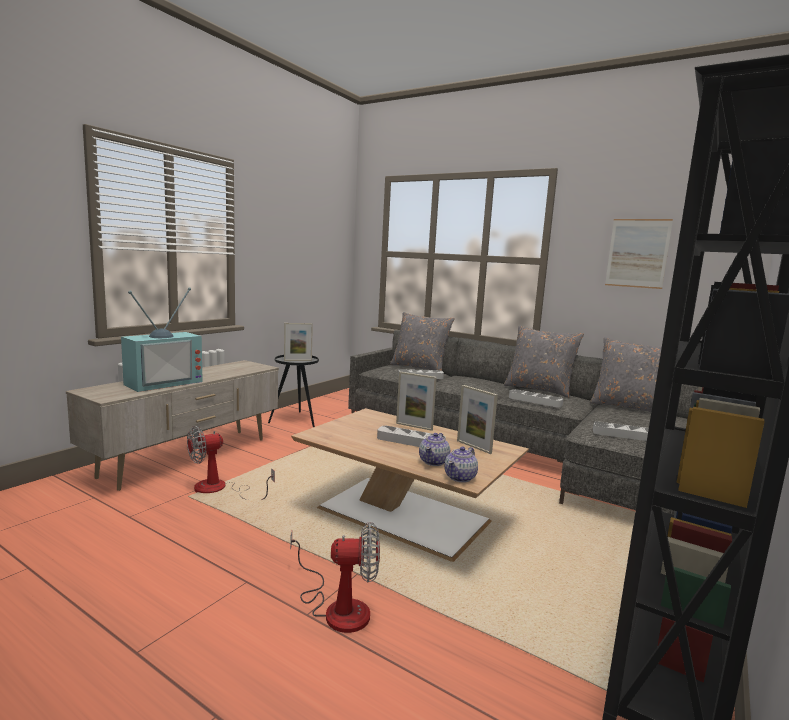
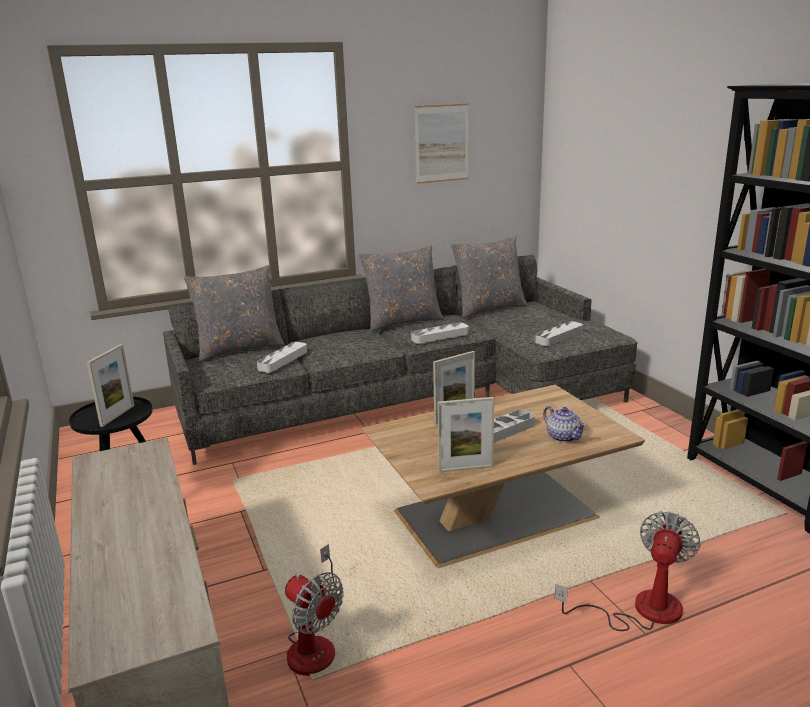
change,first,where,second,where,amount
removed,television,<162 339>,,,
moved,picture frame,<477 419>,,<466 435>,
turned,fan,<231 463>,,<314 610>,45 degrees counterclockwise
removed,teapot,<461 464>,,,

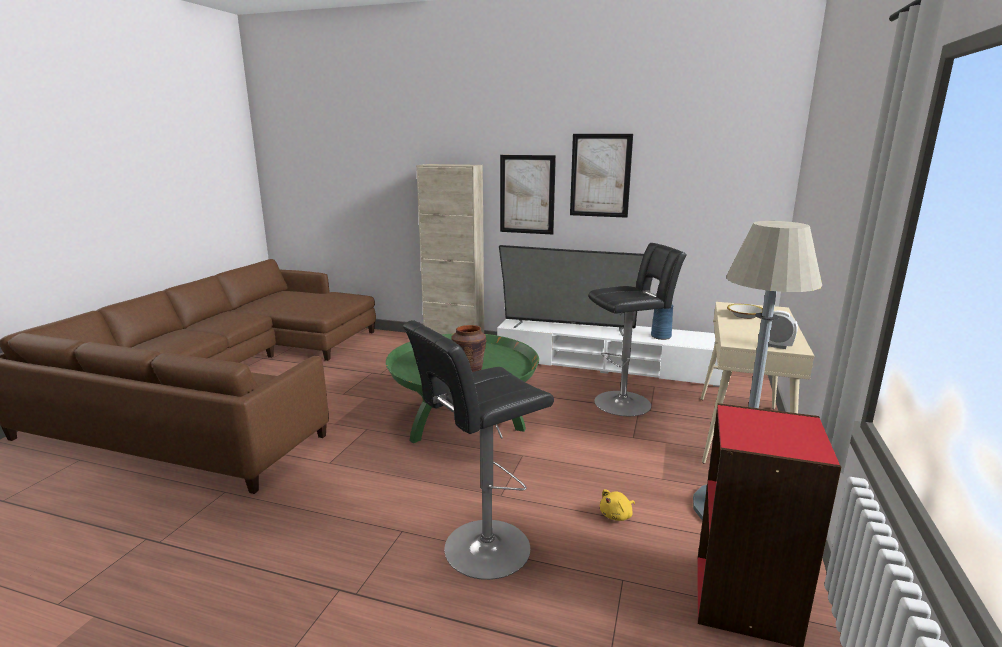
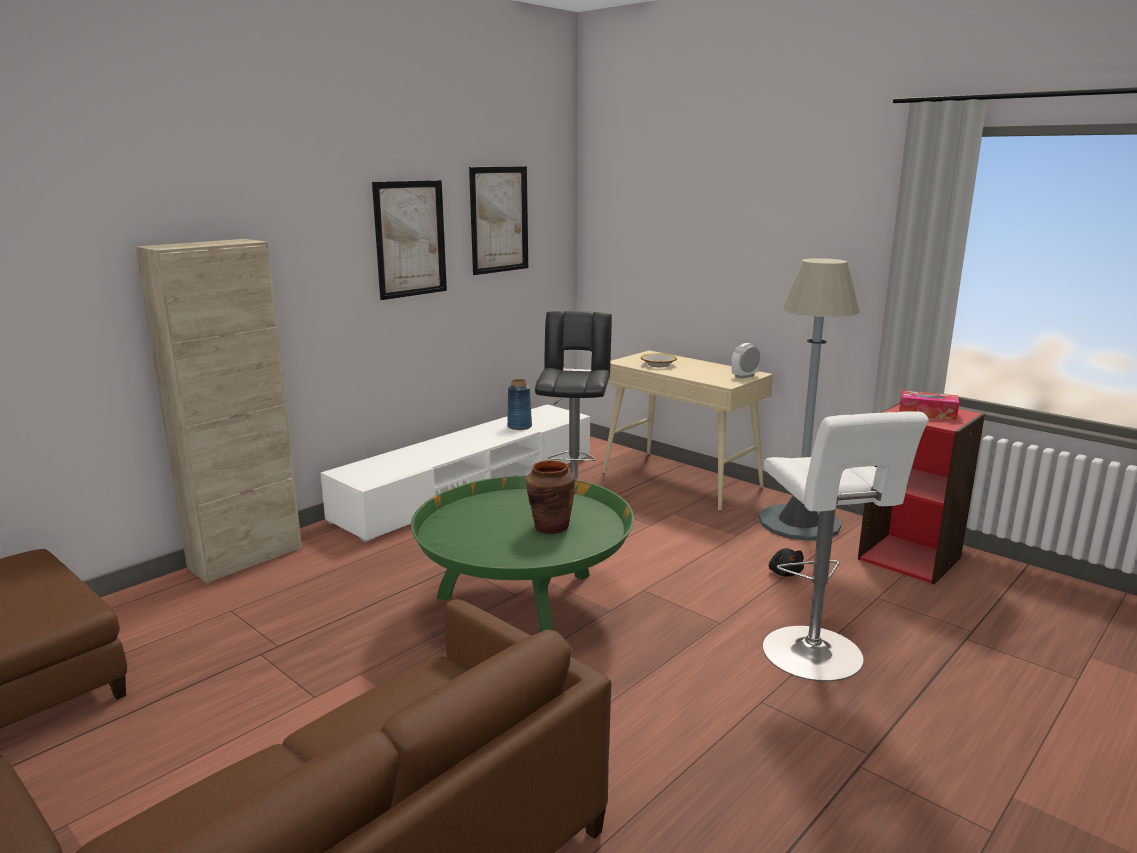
change,first,where,second,where,amount
moved,picture,<528 194>,,<498 220>,
removed,television,<571 290>,,,
recoloured,stool (black),<478 450>,stool (white),<846 546>,
recoloured,plush toy (yellow),<617 505>,plush toy (black),<786 562>,
added,,,tissue box,<929 405>,

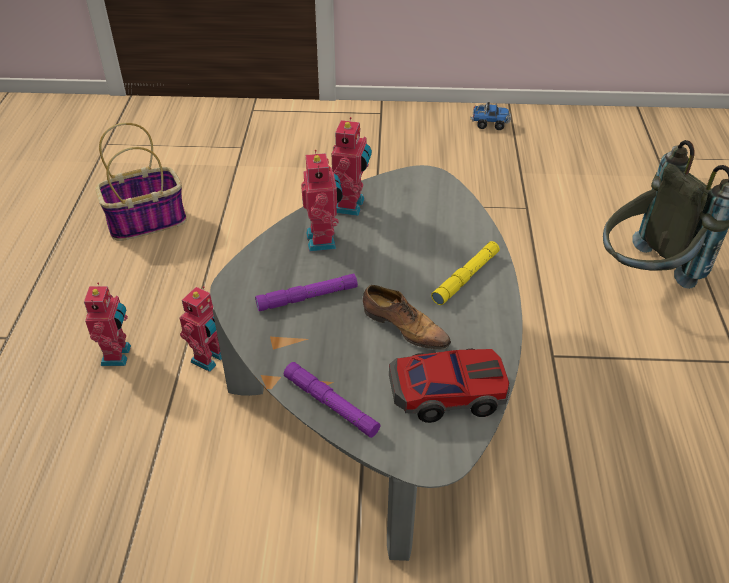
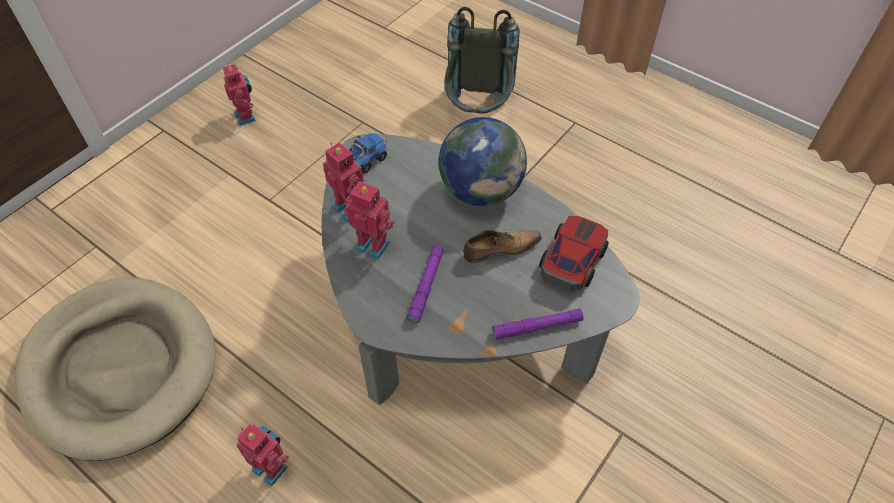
change,first,where,second,where,amount
moved,toy truck,<491 116>,,<367 153>,
replaced,basket,<141 182>,dog bed (beige),<115 369>,
replaced,flashlight (yellow),<465 273>,globe,<483 161>,
moved,toy robot,<201 329>,,<239 94>,

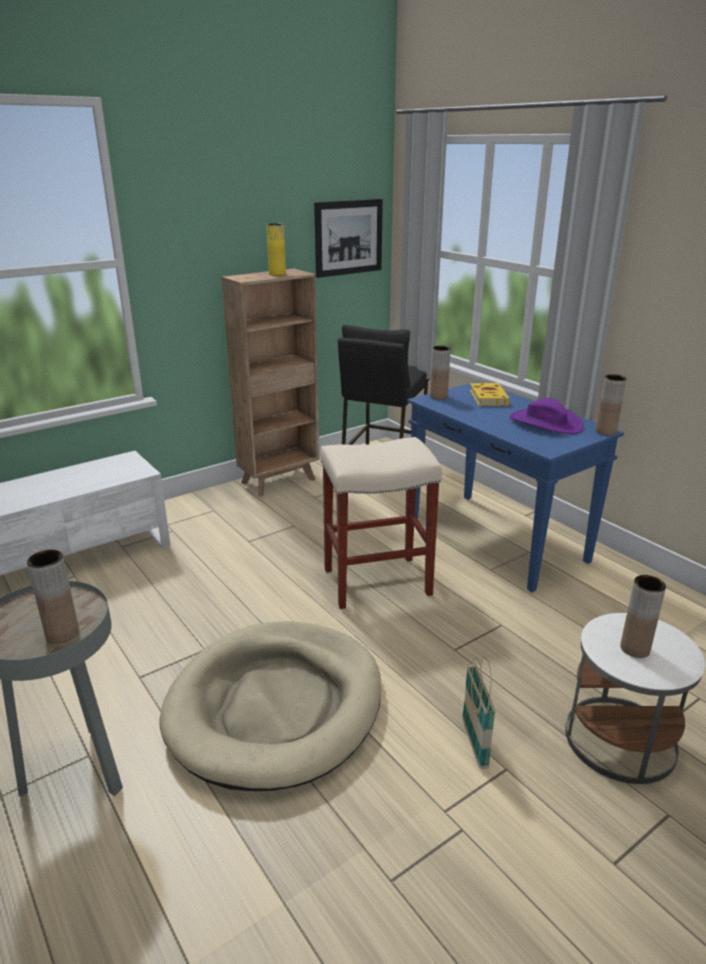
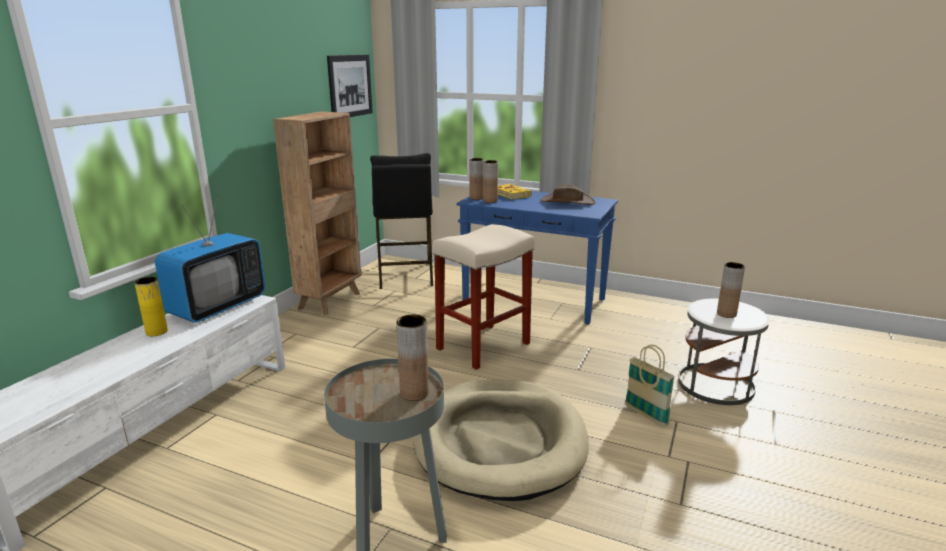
change,first,where,second,where,amount
moved,vase (yellow),<276 249>,,<151 306>,
moved,vase (brown),<611 404>,,<490 181>,
recoloured,hat (purple),<547 416>,hat (brown),<568 194>,
added,,,television,<210 259>,

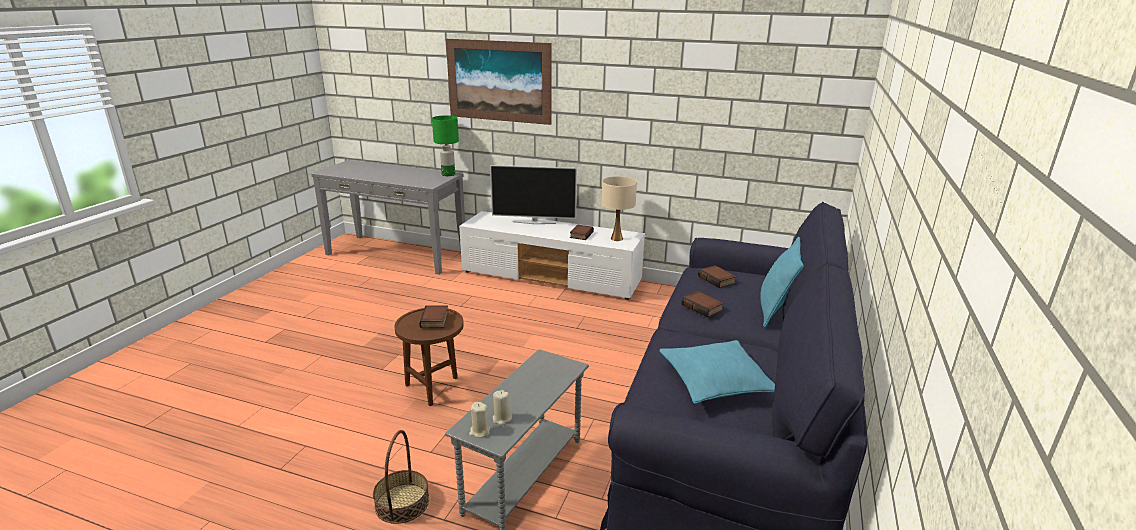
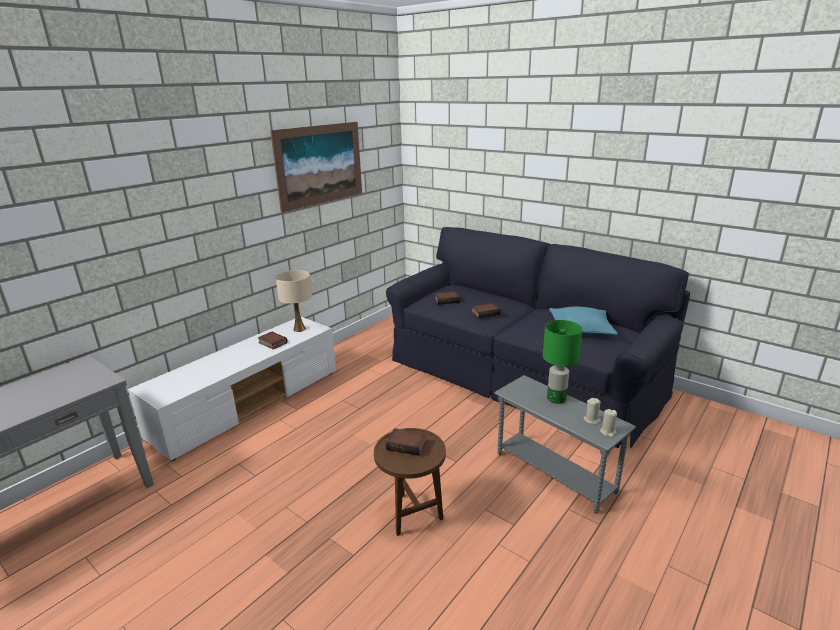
change,first,where,second,where,amount
moved,picture,<498 82>,,<316 167>,
moved,table lamp (green),<445 145>,,<562 362>,
removed,television,<533 194>,,,
removed,pillow (turquoise),<782 282>,,,
removed,basket,<401 477>,,,

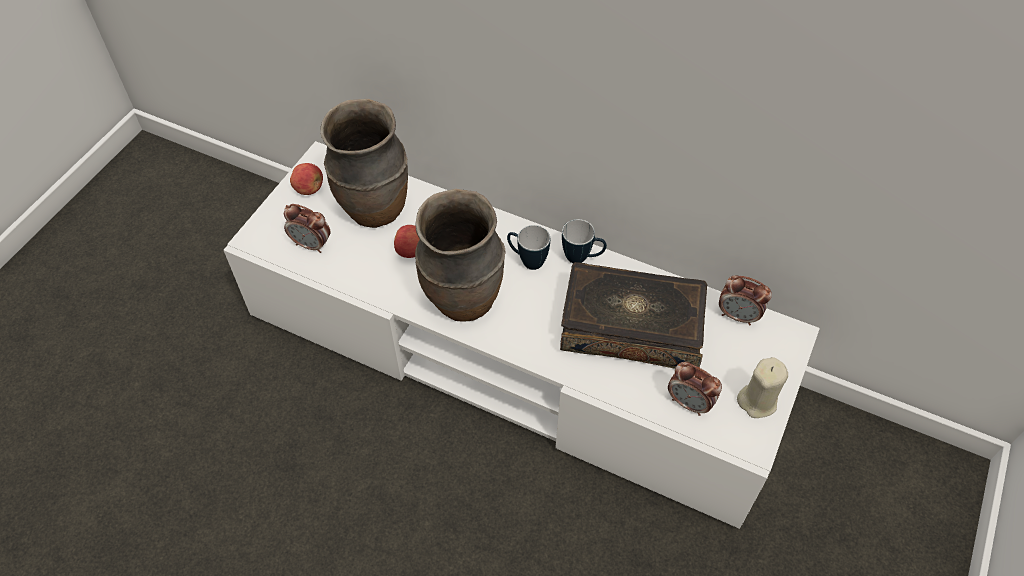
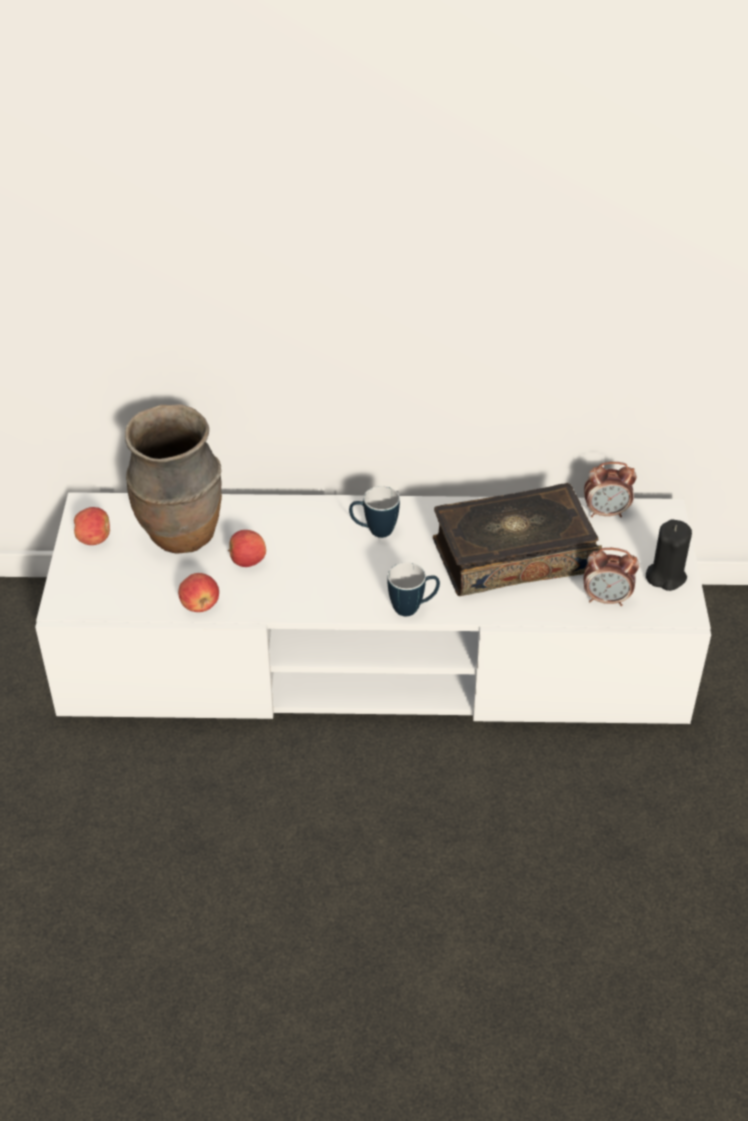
change,first,where,second,where,amount
removed,vase (brown),<460 255>,,,
removed,alarm clock,<307 228>,,,
moved,mug,<584 241>,,<413 589>,
recoloured,candle (beige),<762 387>,candle (black),<669 555>,
added,,,apple,<198 592>,

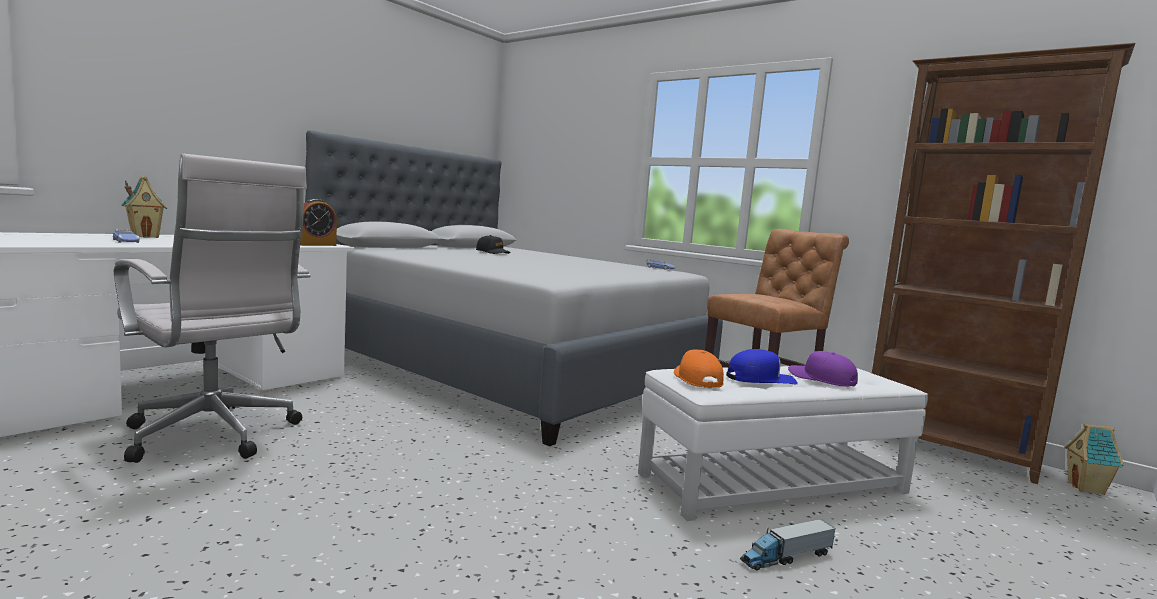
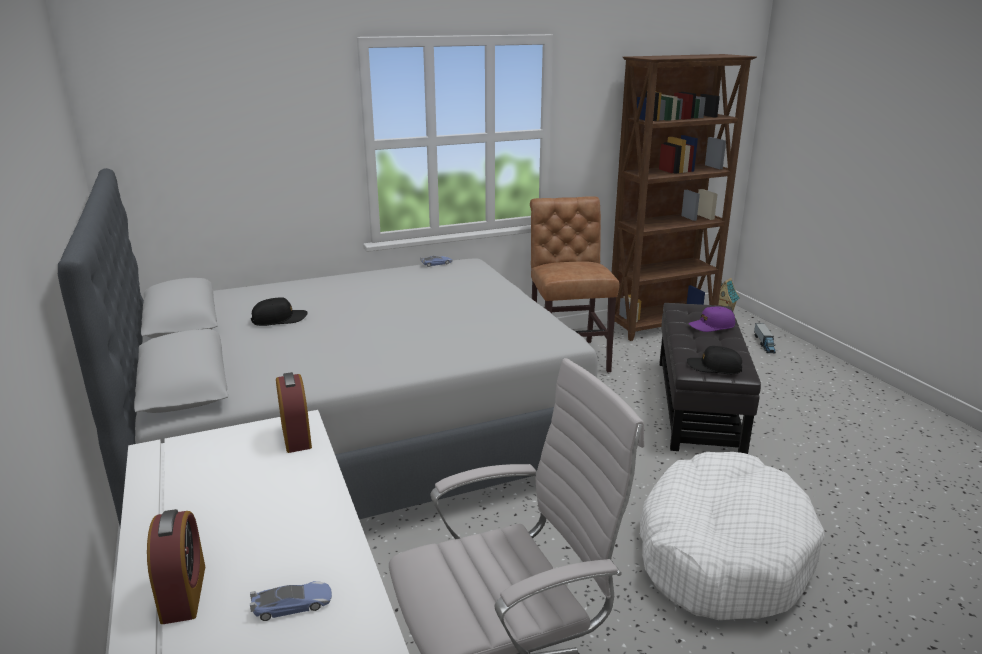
change,first,where,second,where,amount
replaced,toy house,<144 207>,alarm clock,<176 566>,
recoloured,cap (orange),<699 368>,cap (black),<714 360>,
removed,cap (blue),<762 366>,,,
recoloured,ottoman (white),<783 443>,ottoman (black),<710 378>,
moved,toy truck,<788 545>,,<765 338>,
added,,,dog bed (white),<732 536>,

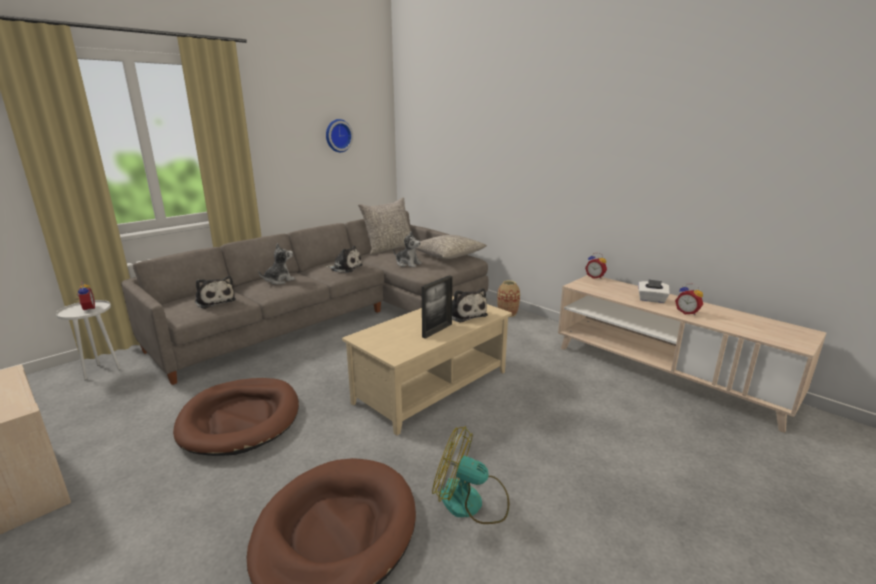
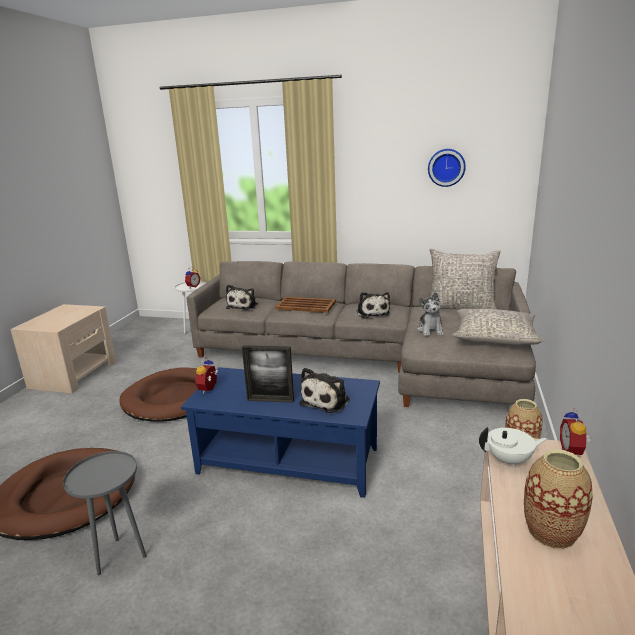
change,first,where,second,where,amount
replaced,plush toy,<276 264>,tray (brown),<305 305>,
replaced,tissue box (white),<654 291>,vase,<558 499>,
moved,alarm clock,<689 299>,,<206 375>,
recoloured,coffee table (beige),<427 365>,coffee table (blue),<280 432>,
replaced,fan,<470 475>,side table (grey),<105 513>,
added,,,teapot (white),<513 447>,

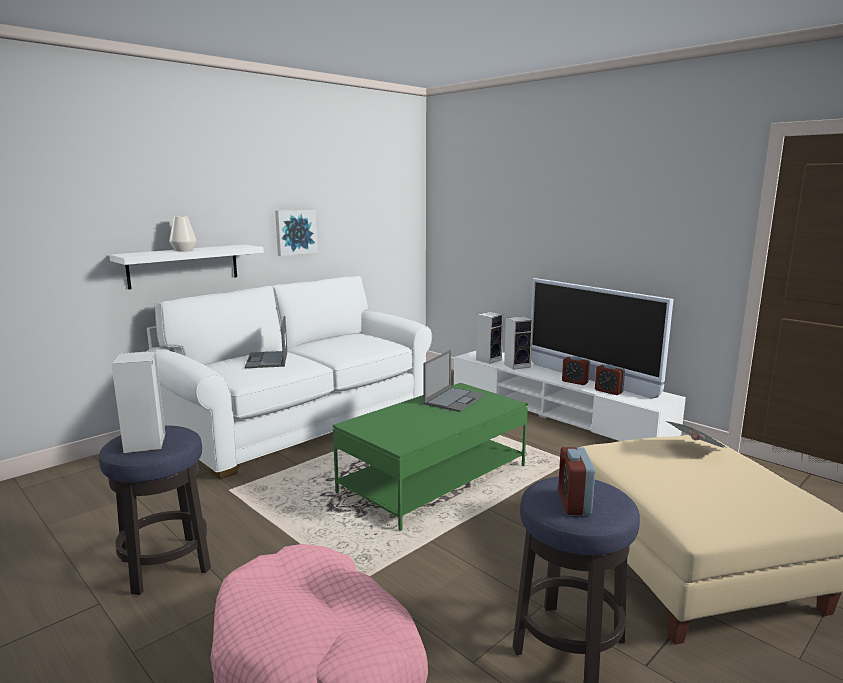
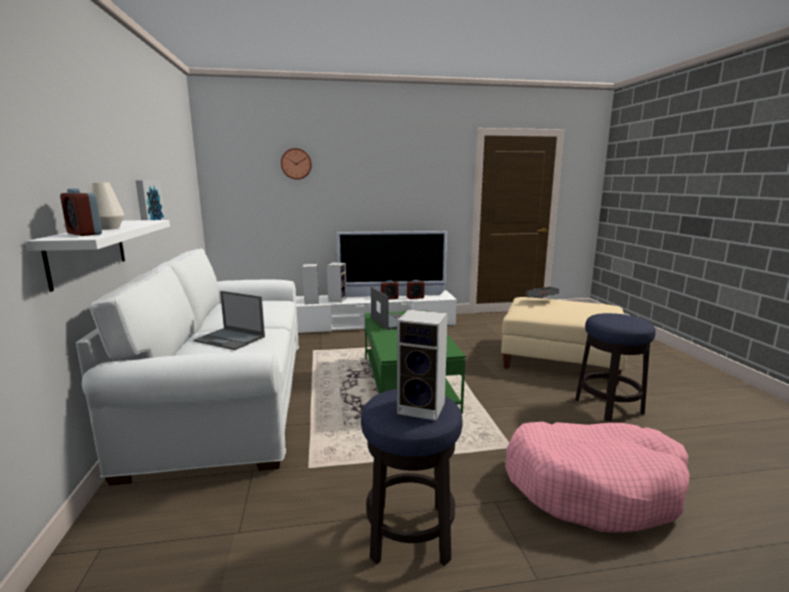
change,first,where,second,where,amount
moved,alarm clock,<576 481>,,<81 212>,
added,,,wall clock,<296 164>,

